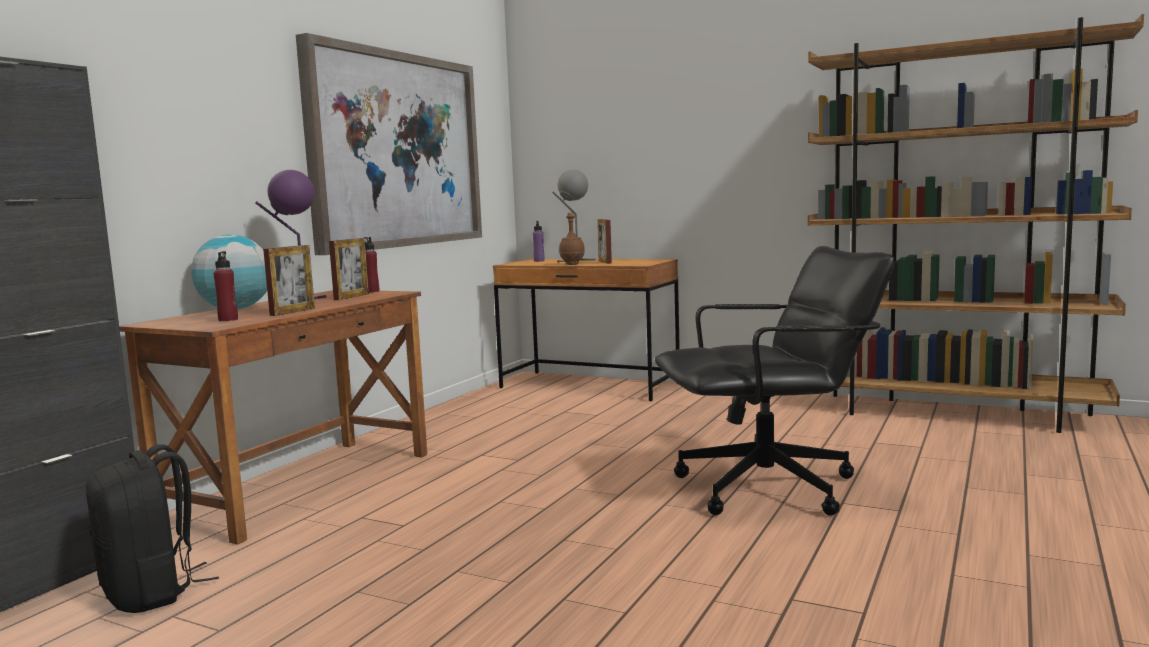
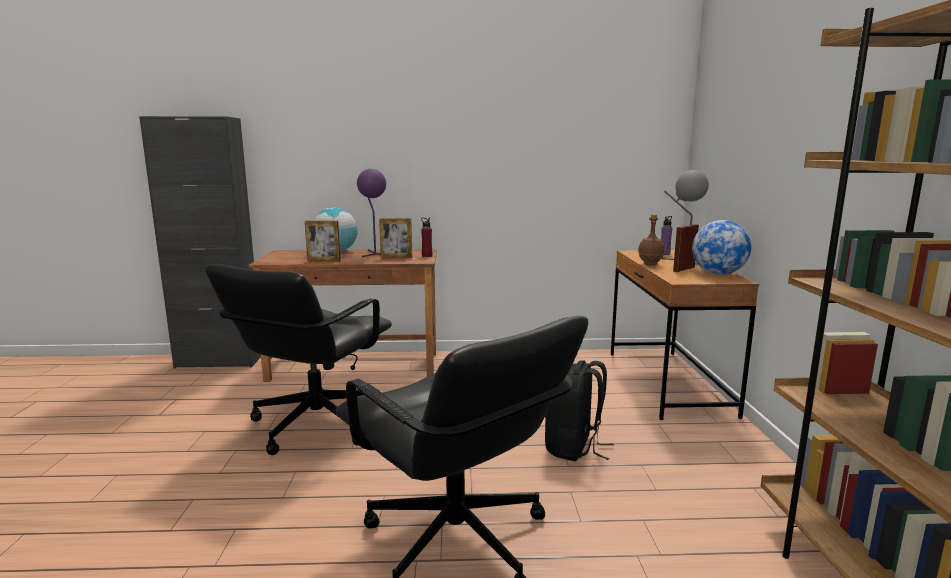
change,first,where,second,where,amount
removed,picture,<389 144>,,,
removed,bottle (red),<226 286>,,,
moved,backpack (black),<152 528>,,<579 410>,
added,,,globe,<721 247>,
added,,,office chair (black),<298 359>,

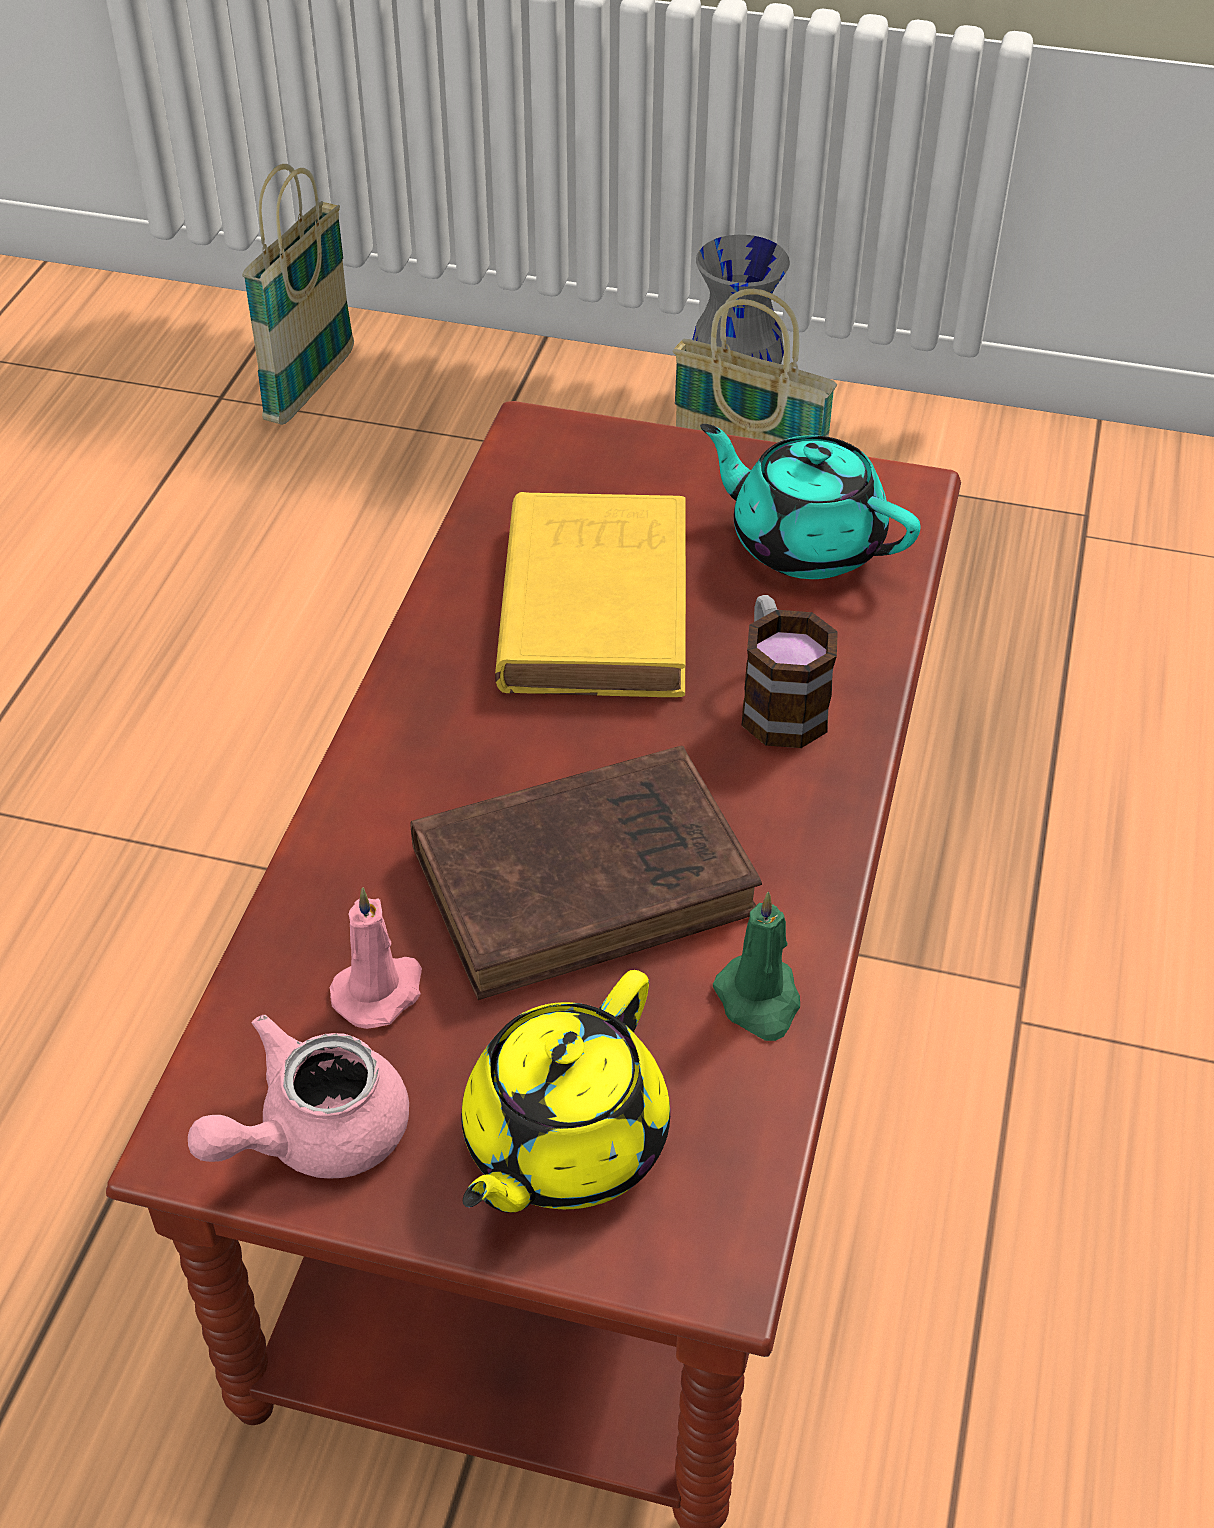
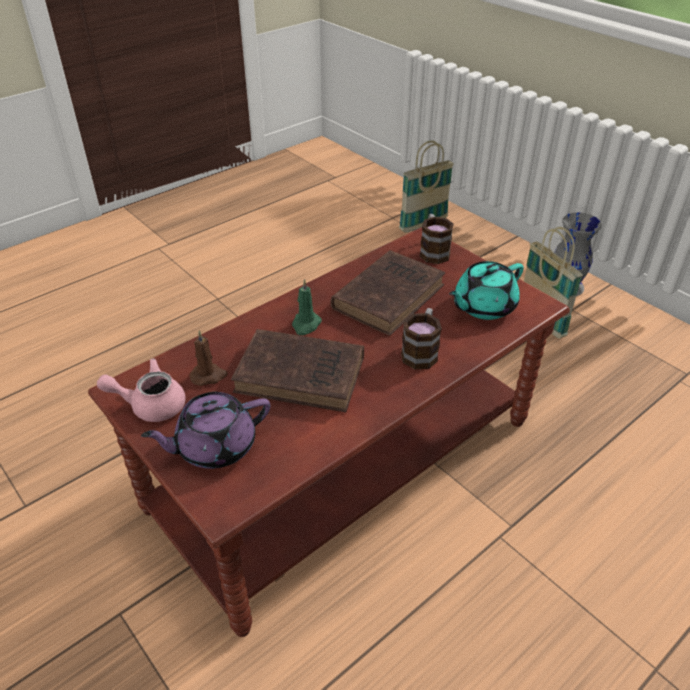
change,first,where,second,where,amount
turned,teapot (turquoise),<810 501>,,<486 290>,105 degrees counterclockwise
recoloured,book (yellow),<590 594>,book (brown),<388 293>,
recoloured,candle (pink),<376 958>,candle (brown),<209 358>,
moved,candle (green),<756 966>,,<307 307>,
recoloured,teapot (yellow),<565 1091>,teapot (purple),<205 430>,
added,,,mug,<437 239>,

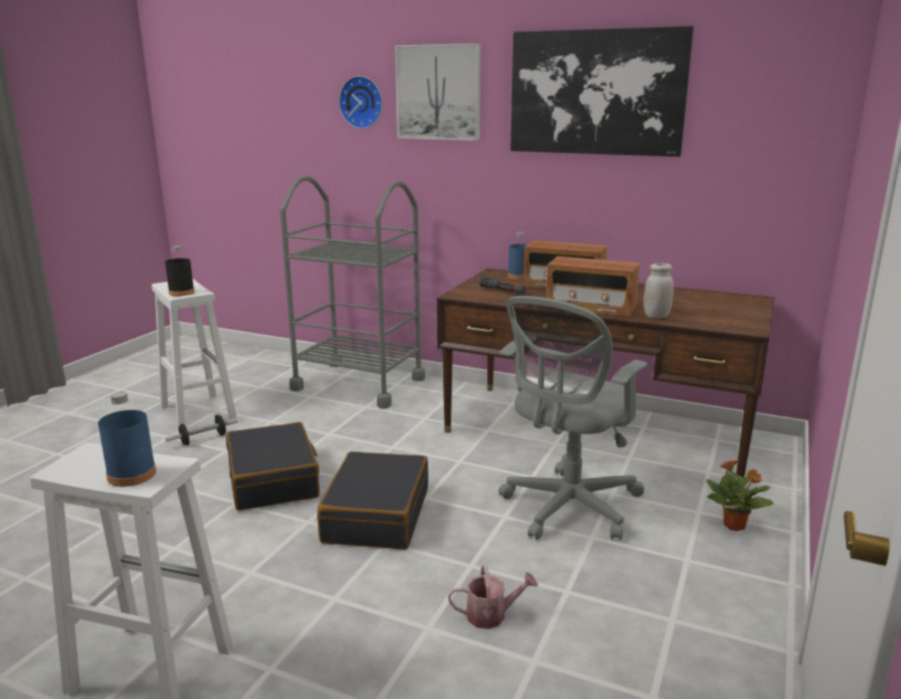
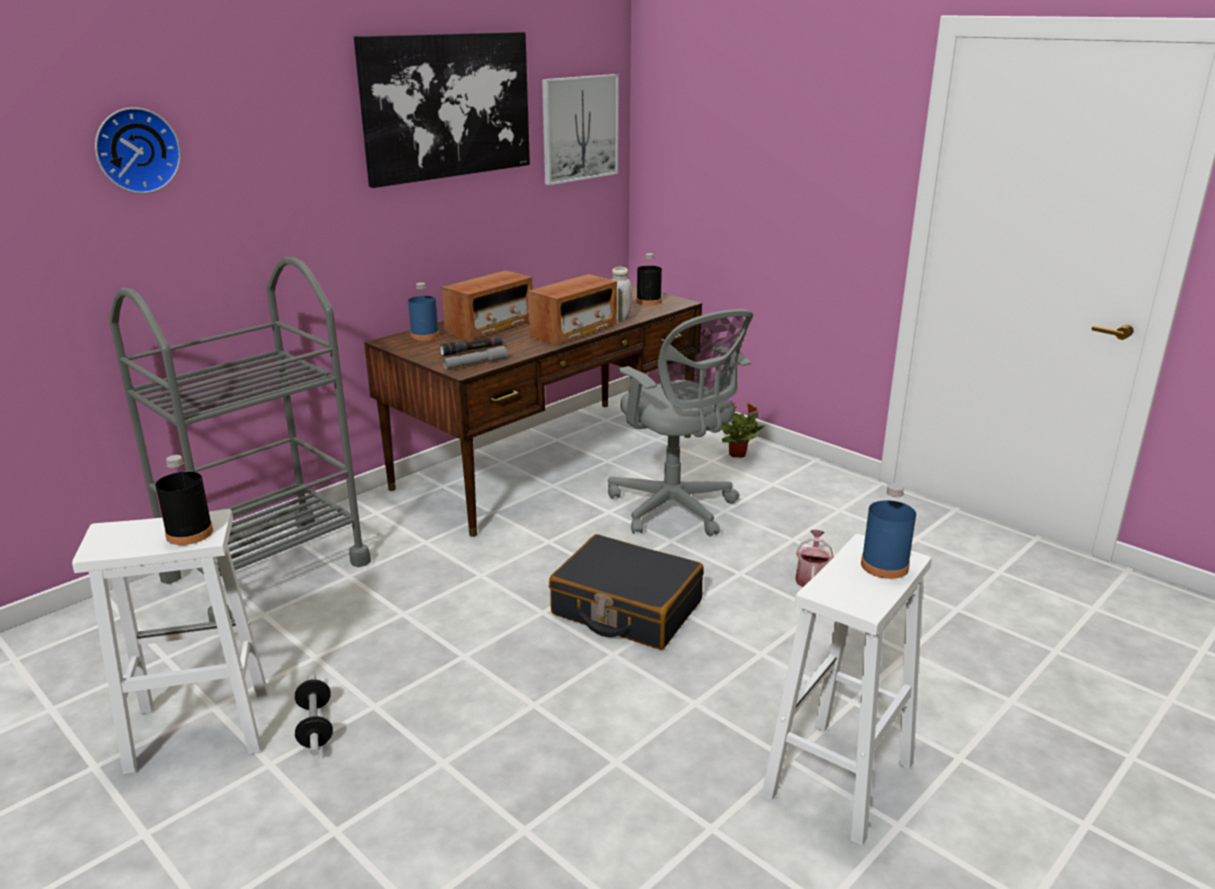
change,first,where,second,where,amount
moved,picture,<438 92>,,<580 129>,
removed,suitcase (black),<273 466>,,,
added,,,bottle (black),<649 279>,
added,,,flashlight (grey),<475 357>,

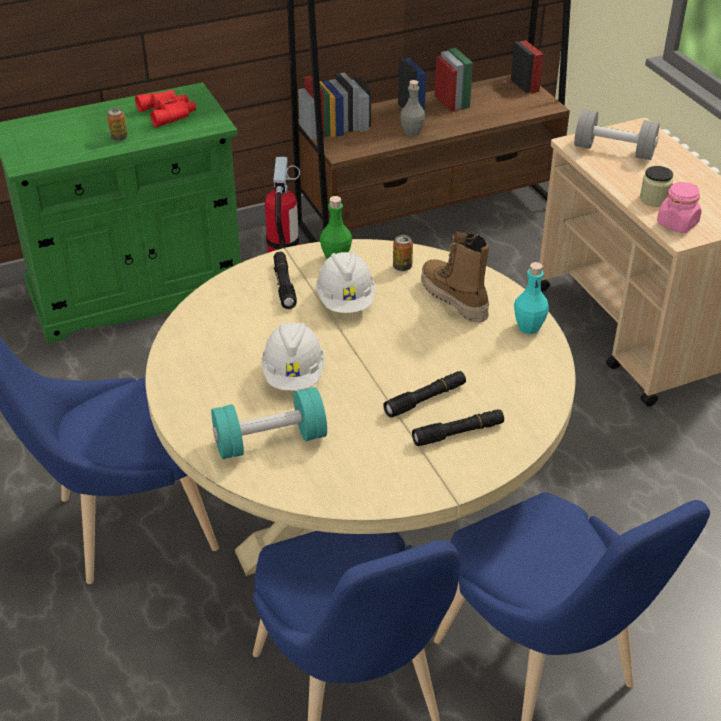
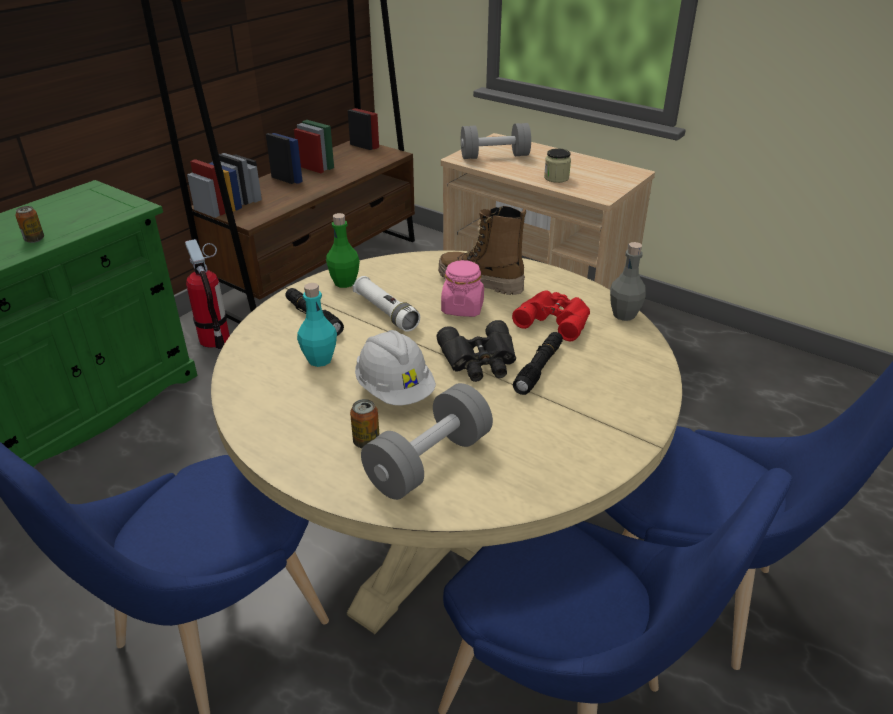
change,first,where,second,where,amount
moved,bottle (grey),<412 108>,,<628 281>,
moved,binoculars (red),<165 108>,,<551 315>,
moved,jar (pink),<679 207>,,<462 288>,
moved,can,<403 253>,,<364 423>,
replaced,hard hat (white),<345 282>,flashlight (white),<386 304>,
moved,bottle (turquoise),<531 298>,,<317 325>,
recoloured,dumbbell (turquoise),<269 423>,dumbbell (grey),<427 441>,
removed,flashlight (black),<458 427>,,,
added,,,binoculars (black),<476 351>,

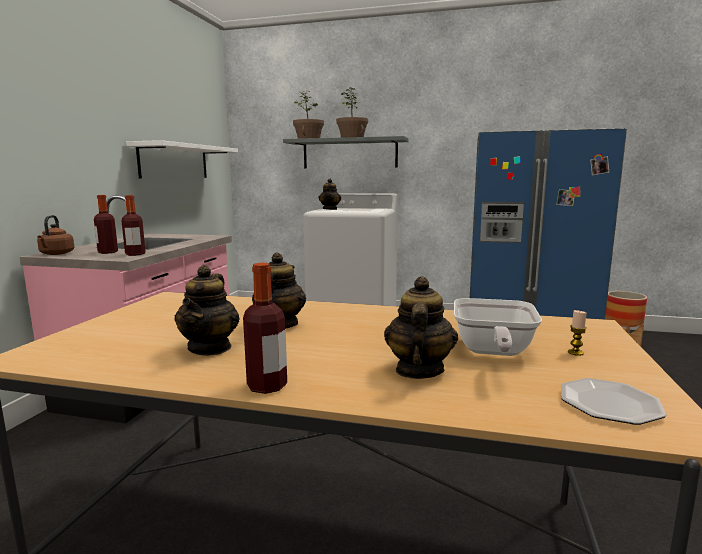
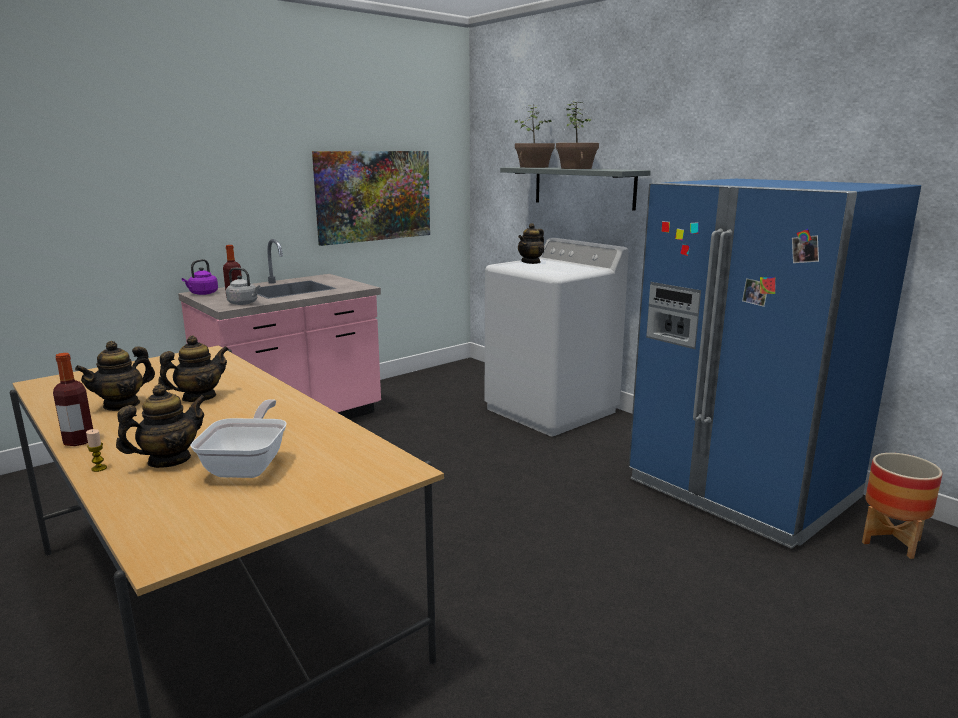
change,first,where,second,where,amount
replaced,shelf (white),<182 159>,picture,<371 198>,
replaced,bottle,<134 225>,kettle (grey),<243 286>,
recoloured,kettle (brown),<55 235>,kettle (purple),<200 277>,
turned,frying pan,<498 327>,,<238 438>,135 degrees clockwise
moved,candle,<577 333>,,<96 450>,
removed,plate,<613 401>,,,

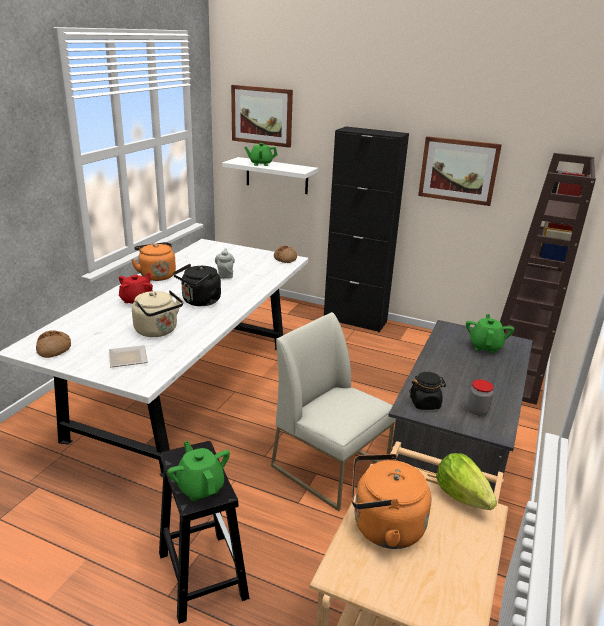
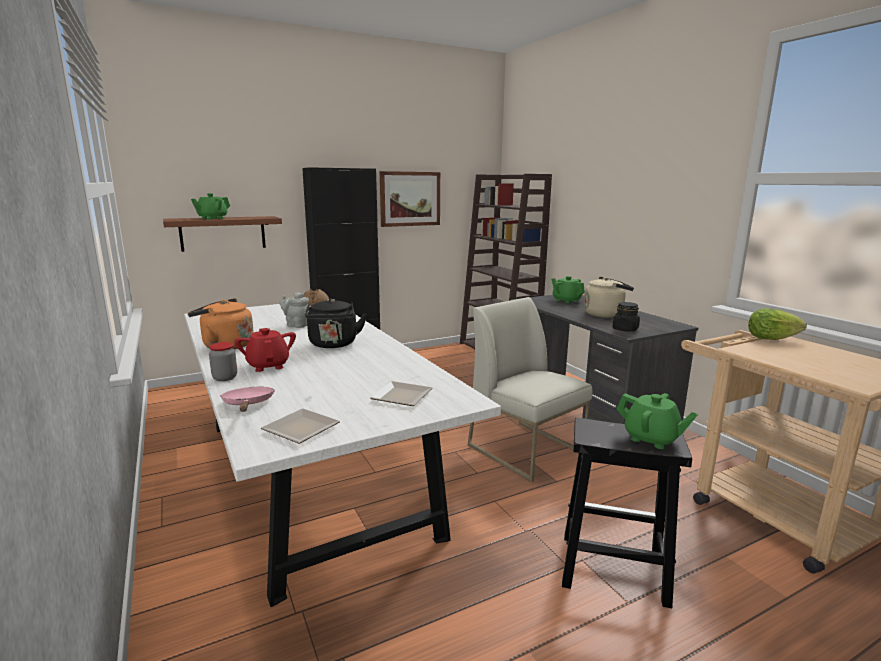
change,first,where,second,where,amount
removed,picture,<262 116>,,,
recoloured,shelf (white),<270 175>,shelf (brown),<222 234>,
moved,kettle (beige),<157 313>,,<609 297>,
turned,chair (white),<333 411>,,<530 389>,60 degrees clockwise
replaced,bread,<53 344>,plate,<300 426>,
moved,jar,<480 398>,,<223 361>,
turned,teapot (green),<198 471>,,<657 421>,150 degrees counterclockwise
removed,kettle (orange),<391 501>,,,
added,,,frying pan (pink),<247 399>,

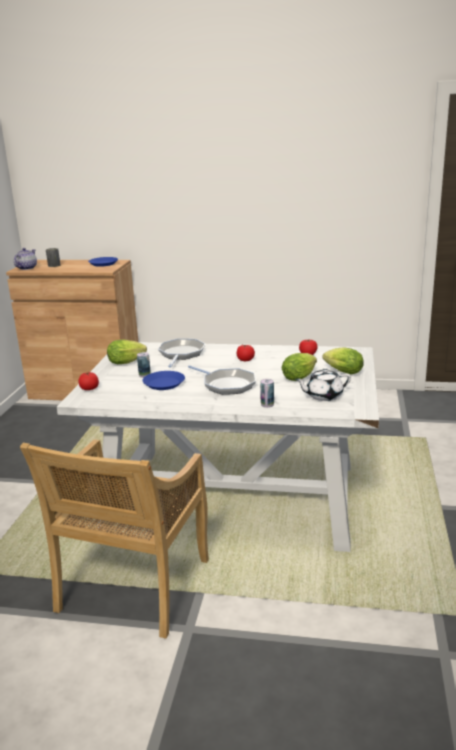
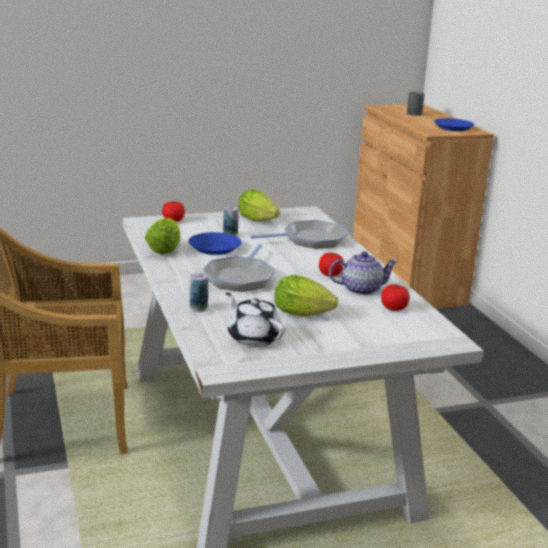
change,first,where,second,where,amount
moved,teapot,<25 259>,,<363 273>,
moved,lettuce,<343 360>,,<162 236>,

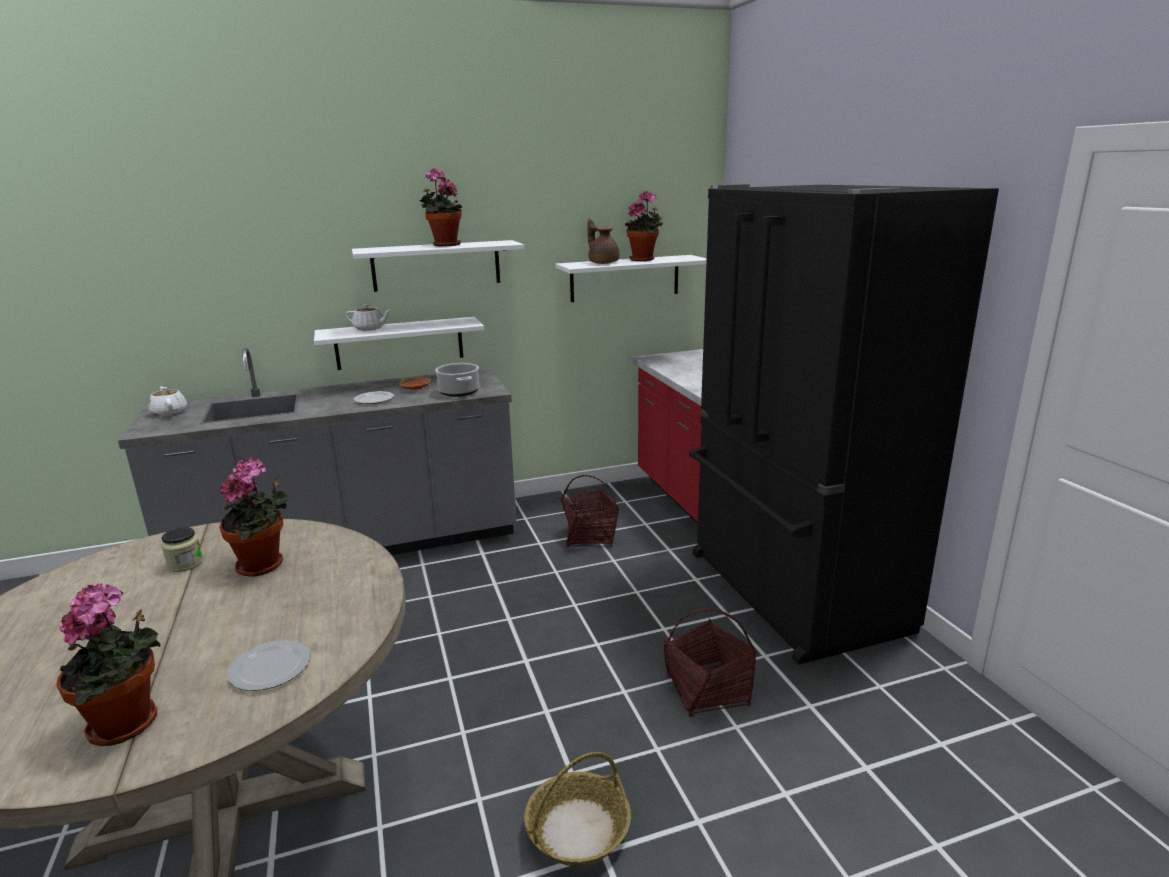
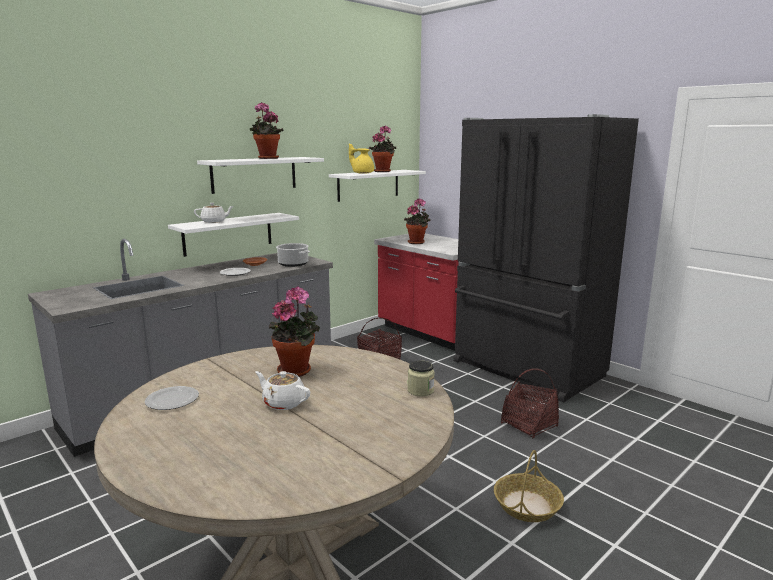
change,first,where,second,where,amount
recoloured,teapot (brown),<604 241>,teapot (yellow),<361 158>,
moved,teapot (white),<167 401>,,<282 390>,
moved,jar,<182 549>,,<421 378>,
moved,potted plant,<108 664>,,<417 221>,
moved,plate,<269 665>,,<172 398>,

